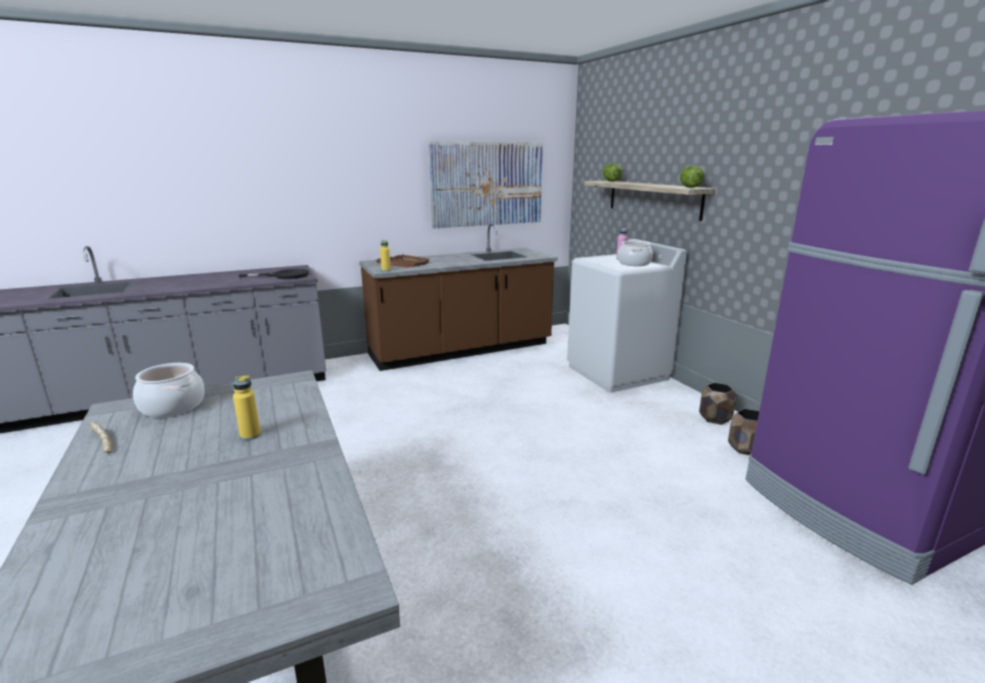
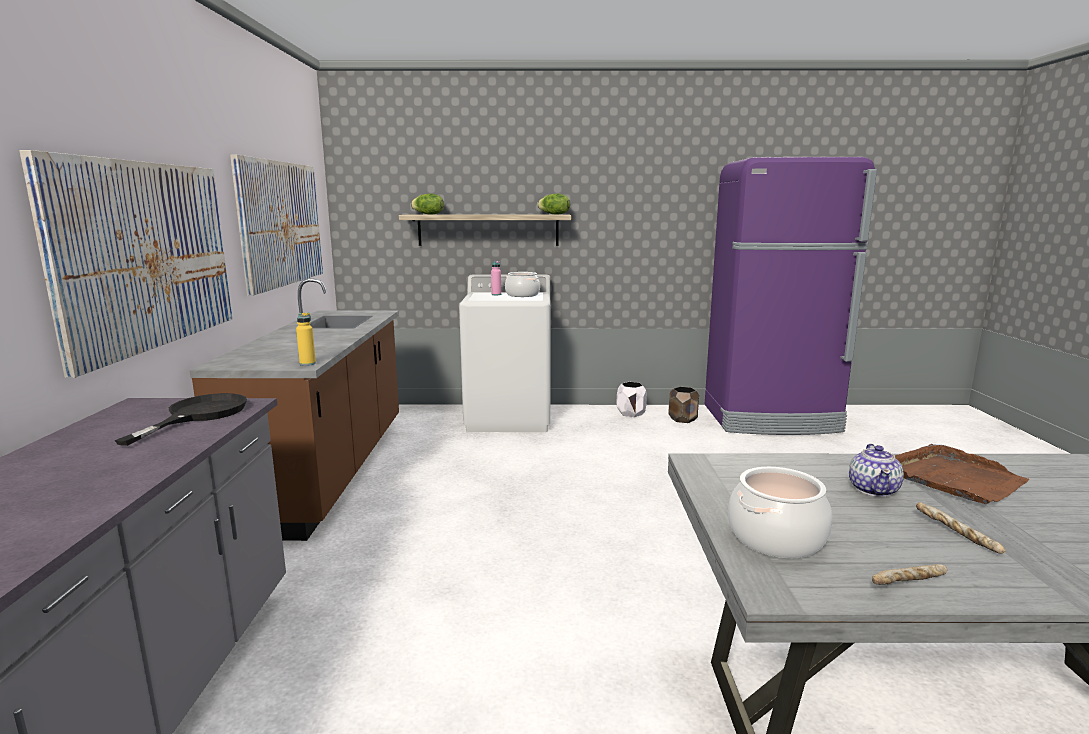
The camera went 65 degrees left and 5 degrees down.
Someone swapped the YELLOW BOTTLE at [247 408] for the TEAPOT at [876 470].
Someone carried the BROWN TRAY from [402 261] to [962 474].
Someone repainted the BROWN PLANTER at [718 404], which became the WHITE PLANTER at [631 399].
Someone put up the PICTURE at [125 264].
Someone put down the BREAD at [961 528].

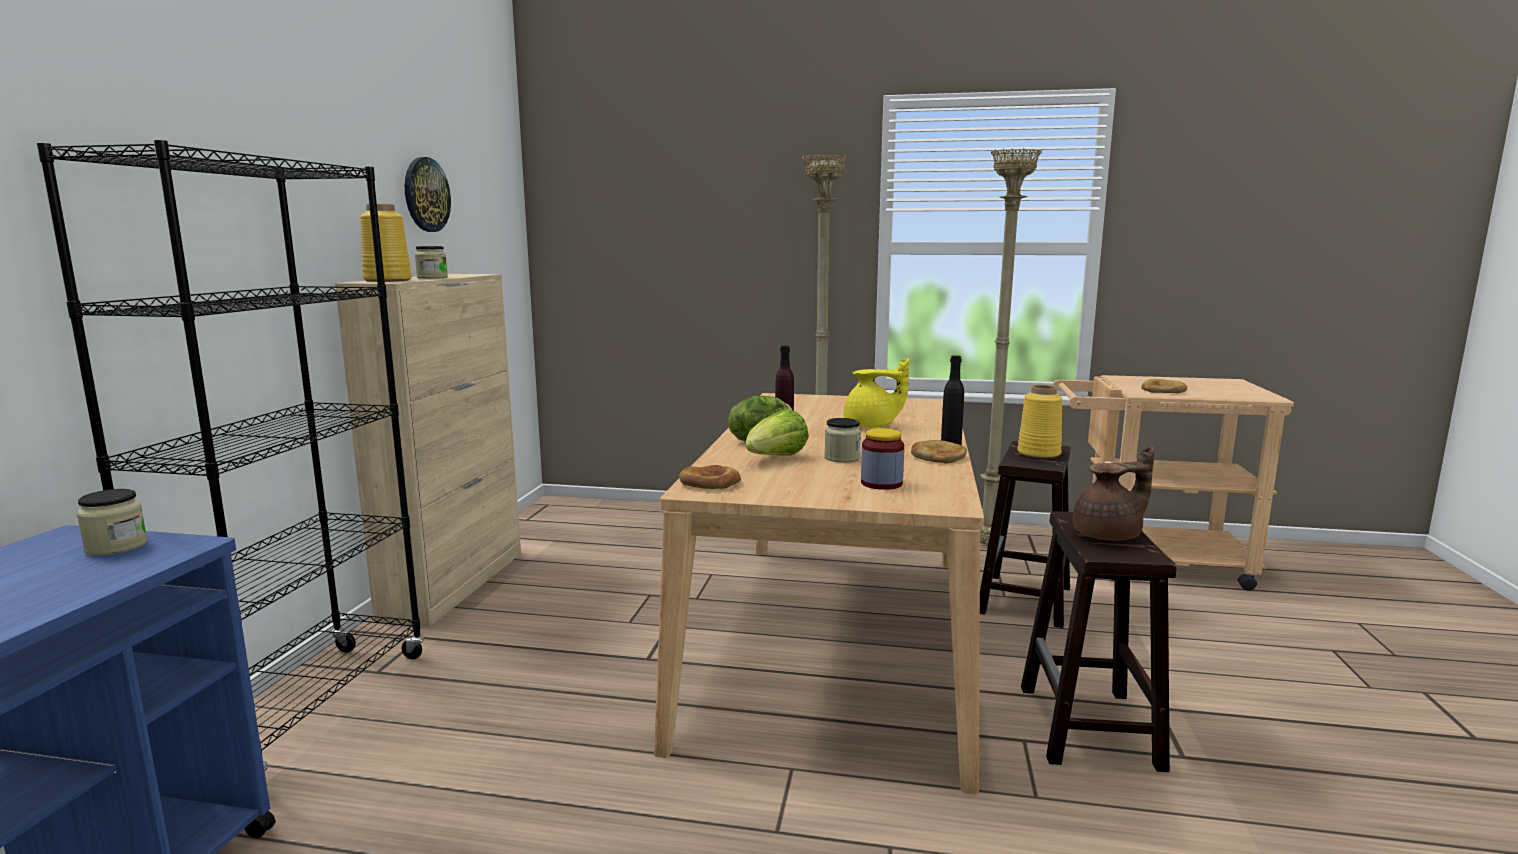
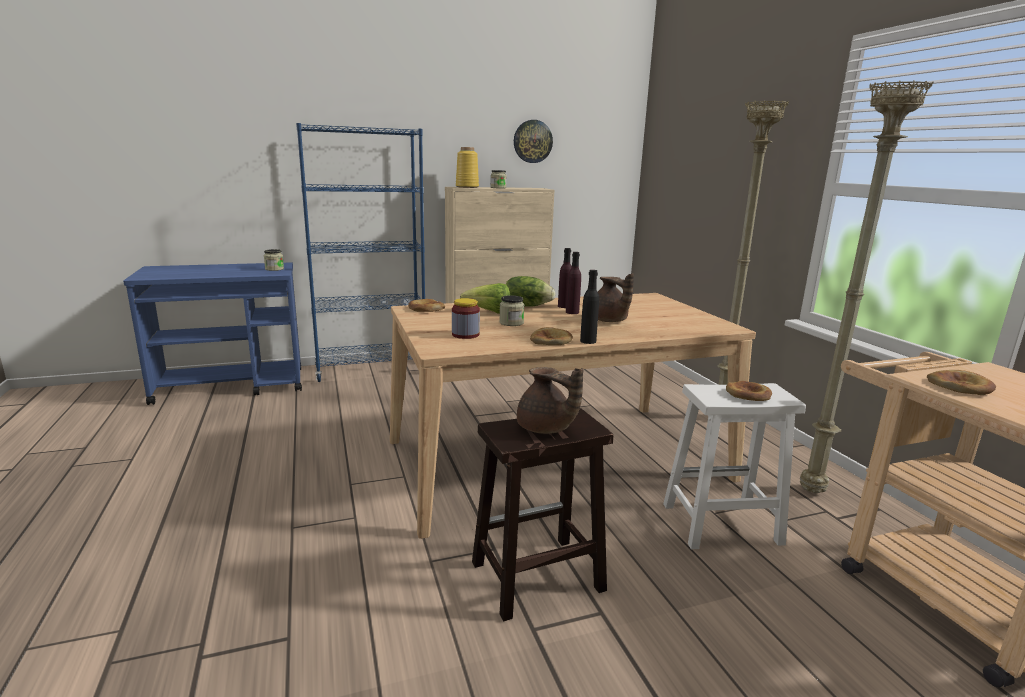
The camera went 60 degrees right and 5 degrees up.
Someone repainted the BLACK BOOKCASE at [230 455], which became the BLUE BOOKCASE at [360 252].
Someone repainted the YELLOW TEAPOT at [876 393], which became the BROWN TEAPOT at [616 297].
Someone repainted the BROWN STOOL at [1025 534], which became the WHITE STOOL at [734 466].
Someone swapped the YELLOW VASE at [1040 421] for the BREAD at [749 391].
Someone put down the PURPLE BOTTLE at [573 283].

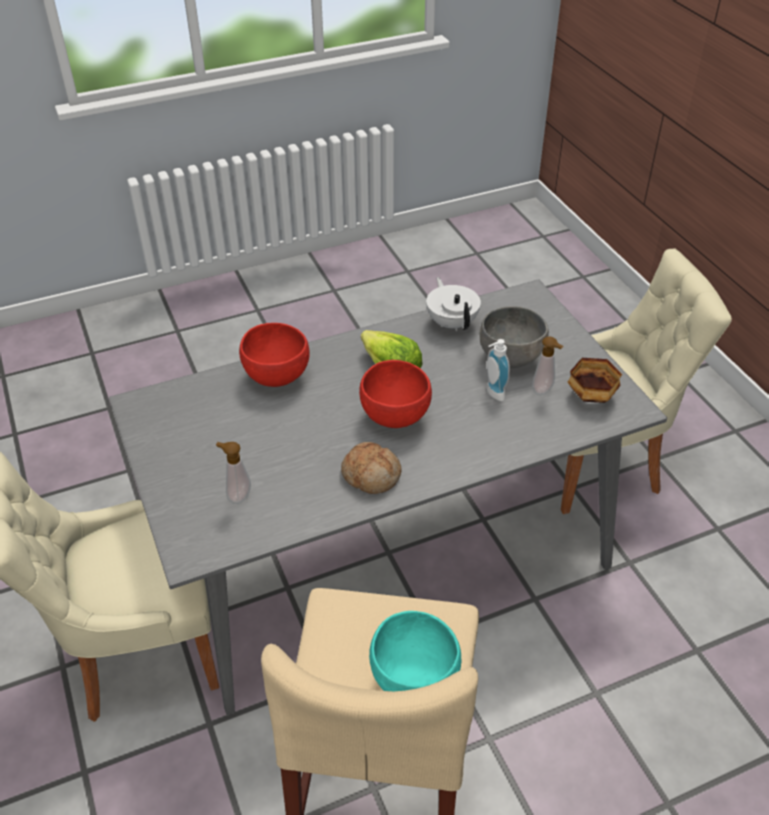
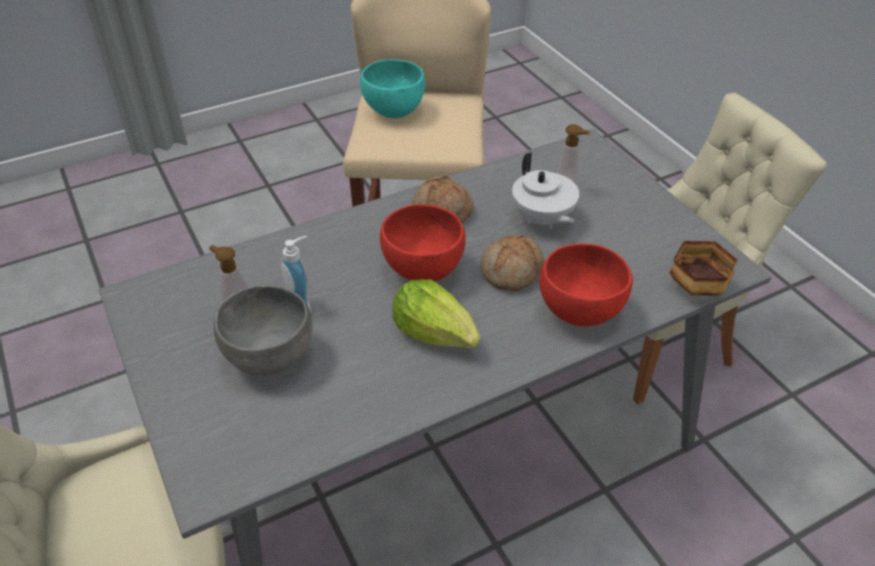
The camera went 175 degrees right and 0 degrees up.
Someone carried the WHITE TEAPOT from [453 304] to [545 190].
Someone carried the BOWL from [595 380] to [703 268].
Someone put down the BREAD at [512 263].

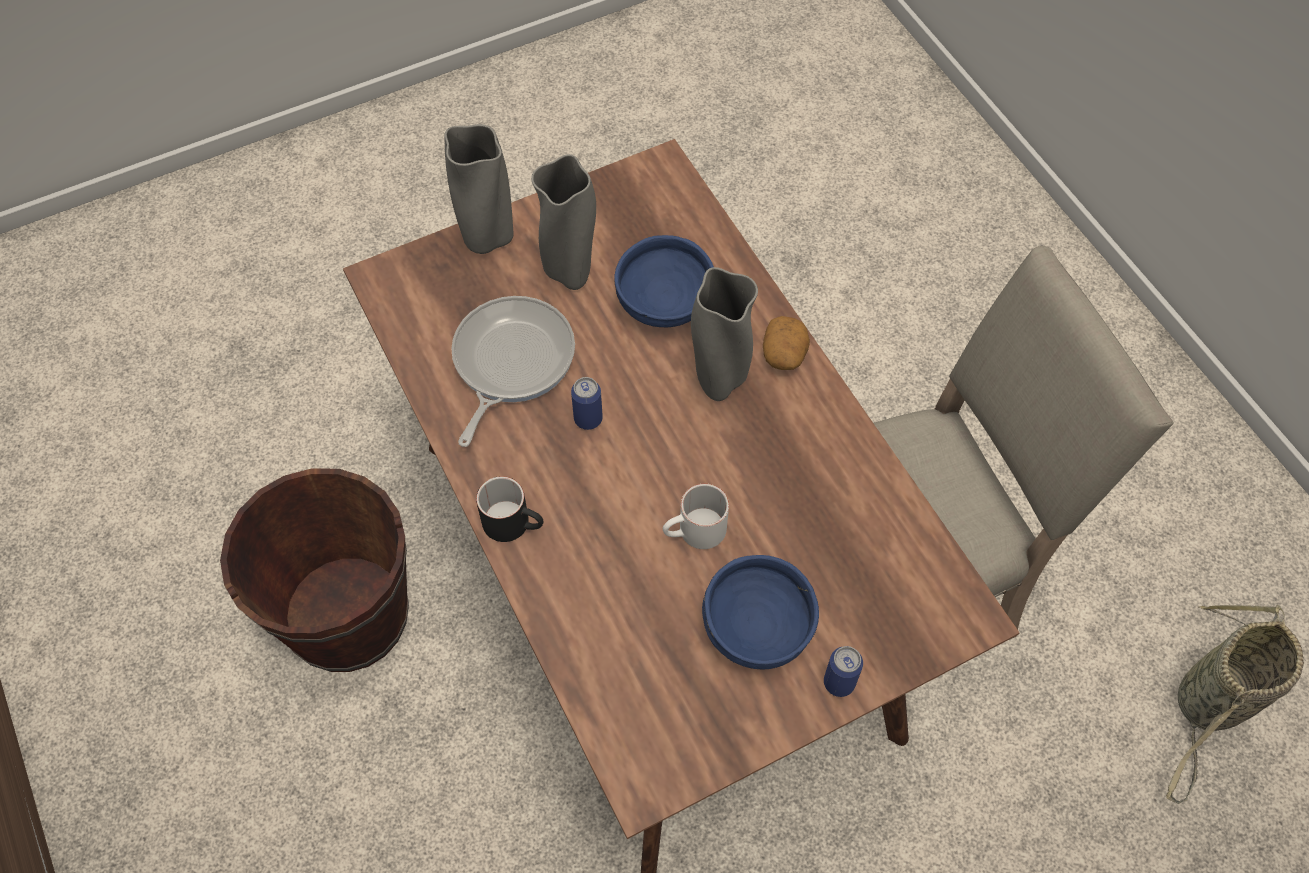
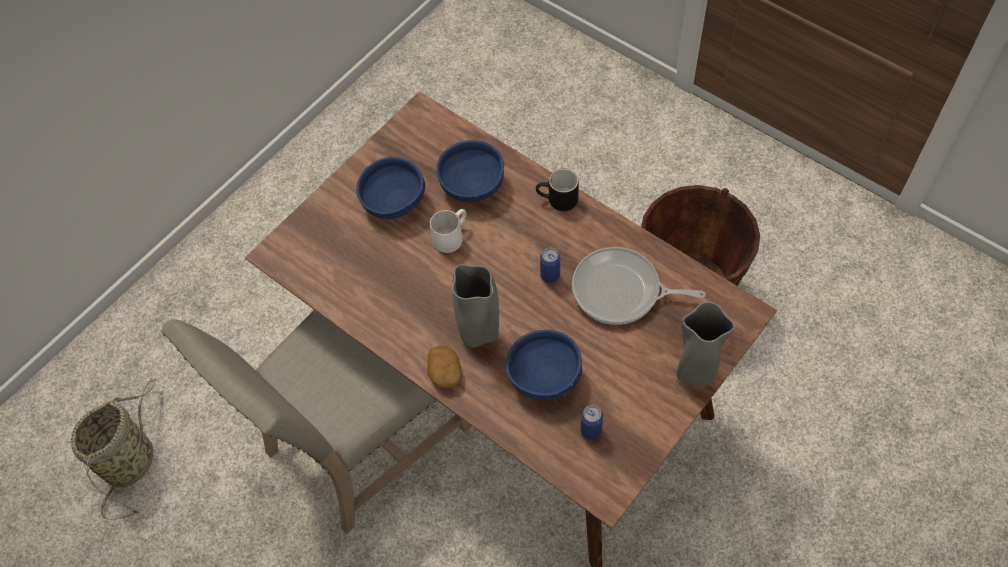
The camera went 160 degrees right and 0 degrees up.
Someone rotated the FRYING PAN at [513 371] by 105 degrees clockwise.
Someone took away the GREY VASE at [563 222].
Someone carried the CAN from [843 671] to [592 422].
Someone put down the BLUE BOWL at [470 171].

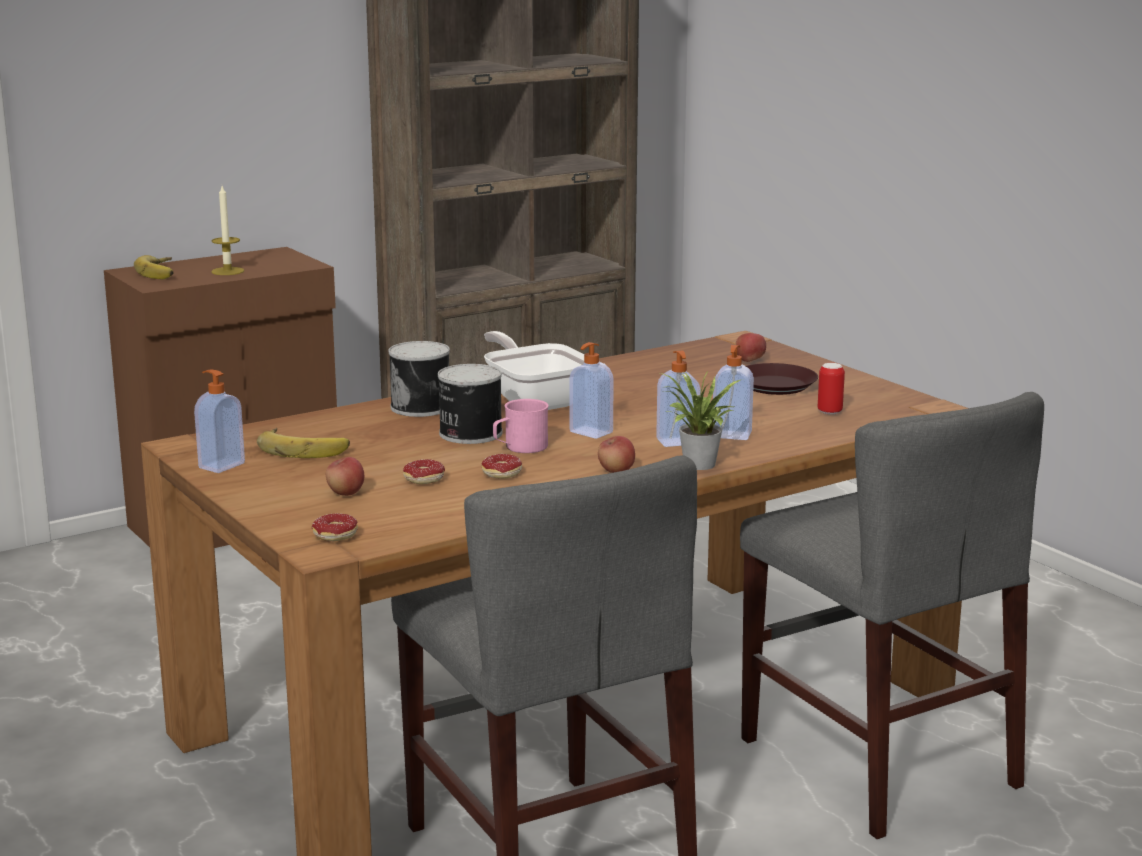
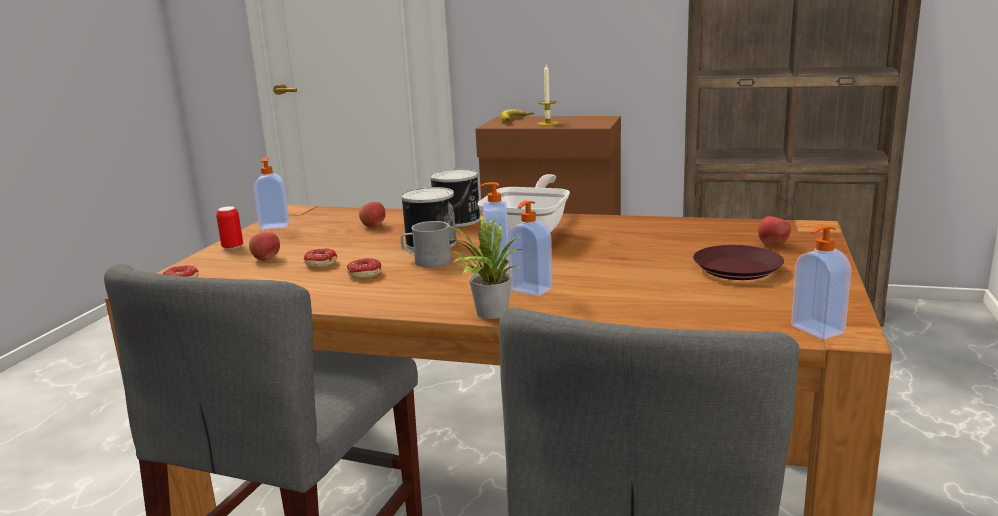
The camera went 50 degrees right and 0 degrees up.
Someone took away the BANANA at [303 443].
Someone repainted the PINK MUG at [521 426], which became the GREY MUG at [426 244].
Someone carried the APPLE from [616 454] to [372 215].
Someone carried the SOAP DISPENSER from [733 392] to [821 282].
Someone carried the CAN from [831 389] to [229 228].

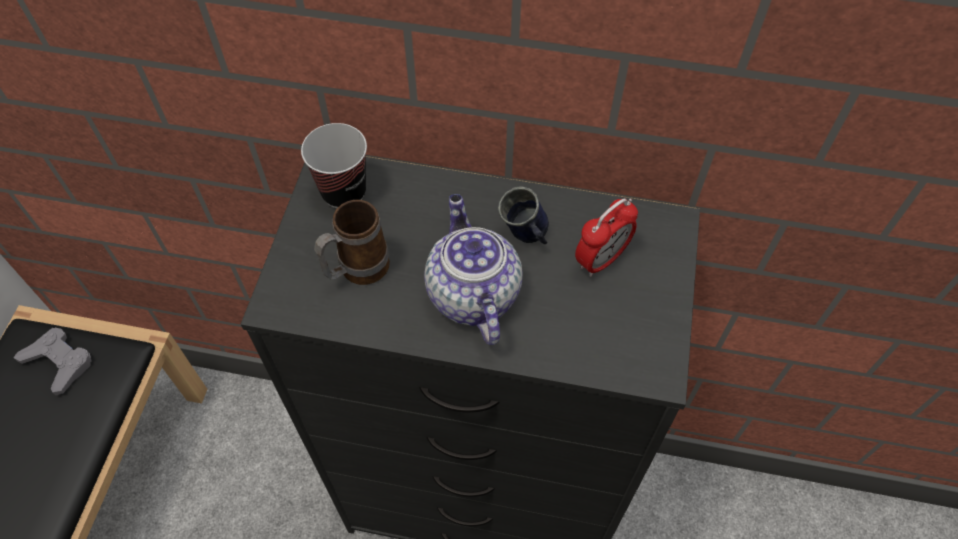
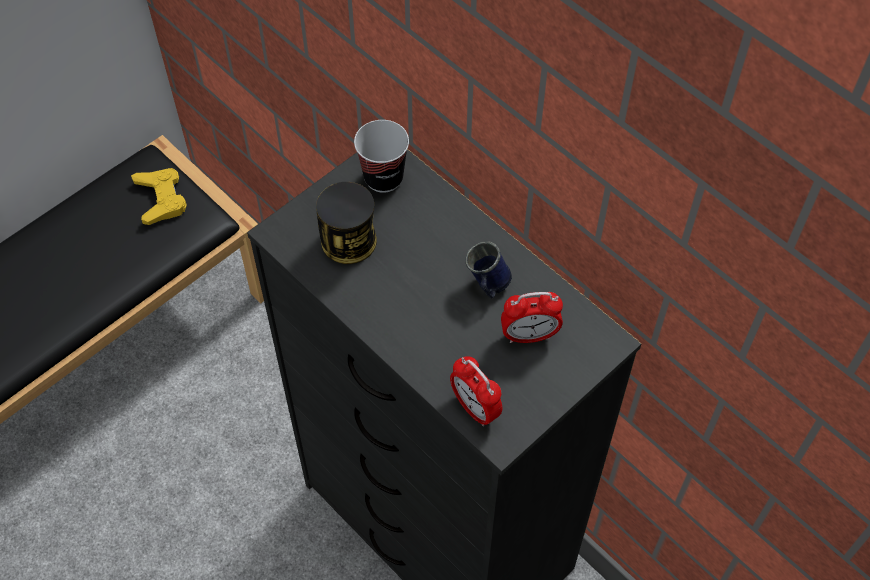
The camera went 35 degrees right and 0 degrees up.
Someone repainted the GREY GAME CONTROLLER at [52 361], which became the YELLOW GAME CONTROLLER at [159 196].
Someone swapped the MUG at [352 242] for the CAN at [346 223].
Someone took away the TEAPOT at [473 269].
Someone put down the ALARM CLOCK at [476 391].

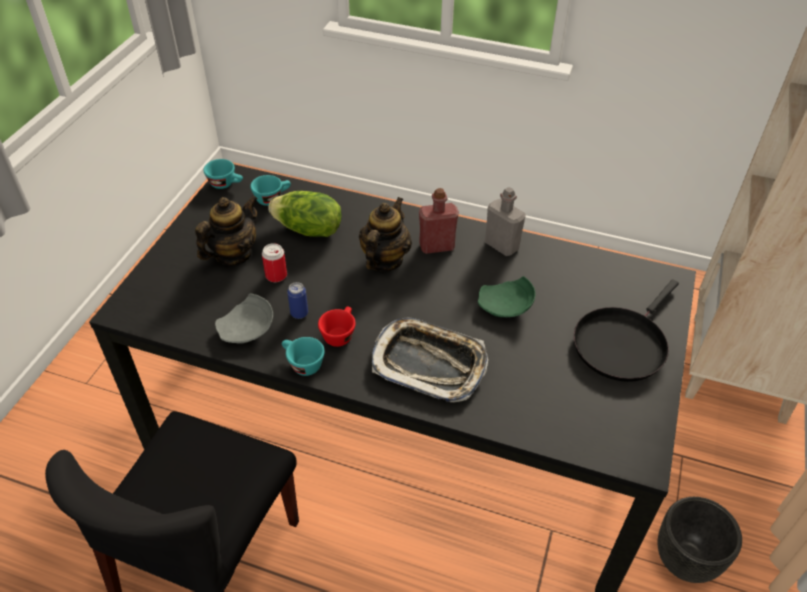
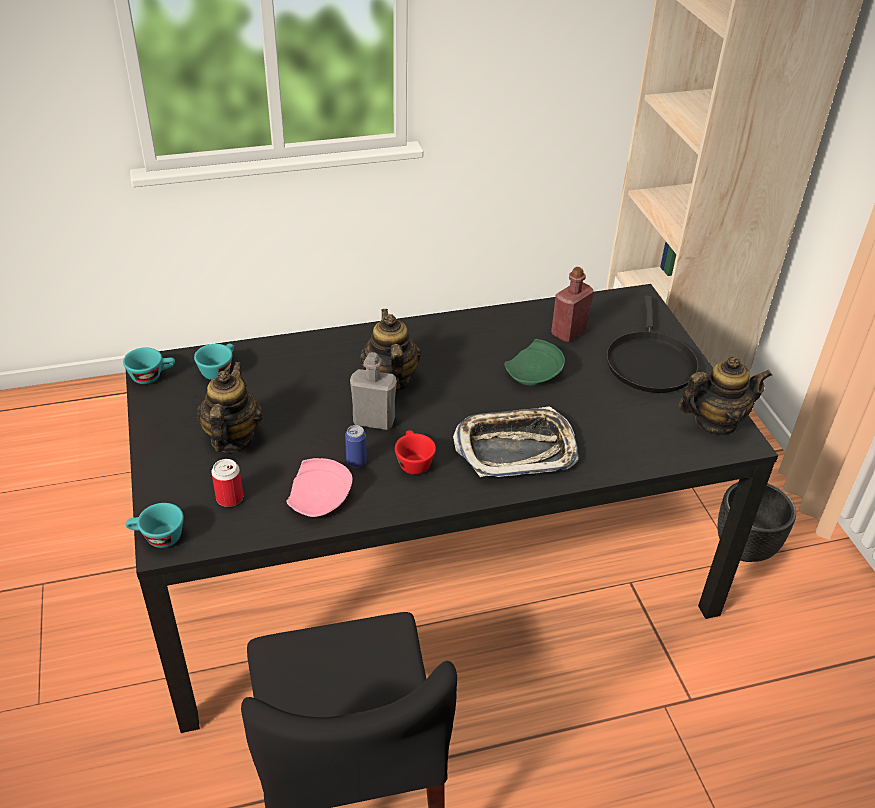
The camera went 35 degrees left and 5 degrees down.
Someone repainted the GREY PLATE at [244 319], which became the PINK PLATE at [319 487].
Someone carried the CAN from [274 262] to [227 483].
Someone took away the LETTUCE at [305 214].
Someone carried the TURQUOISE CUP from [303 356] to [155 525].
Someone carried the RED BOTTLE from [439 221] to [572 304].
Someone carried the GREY BOTTLE from [505 221] to [373 391].
Someone put down the TEAPOT at [725 395].

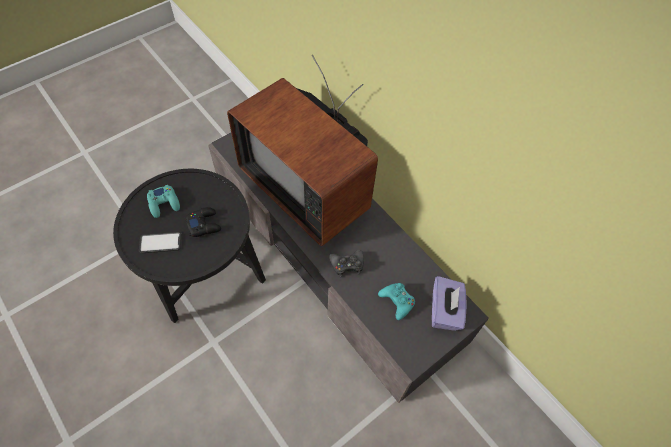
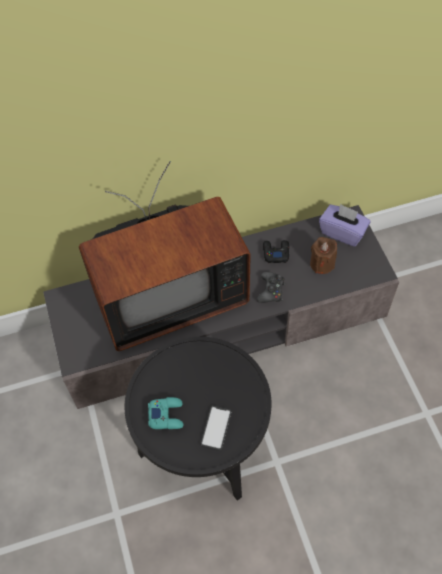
The camera went 65 degrees left and 0 degrees up.
Someone carried the BLACK GAME CONTROLLER from [203 222] to [276 251].
Someone swapped the TURQUOISE GAME CONTROLLER at [396 301] for the BROWN CANDLE at [323 255].

